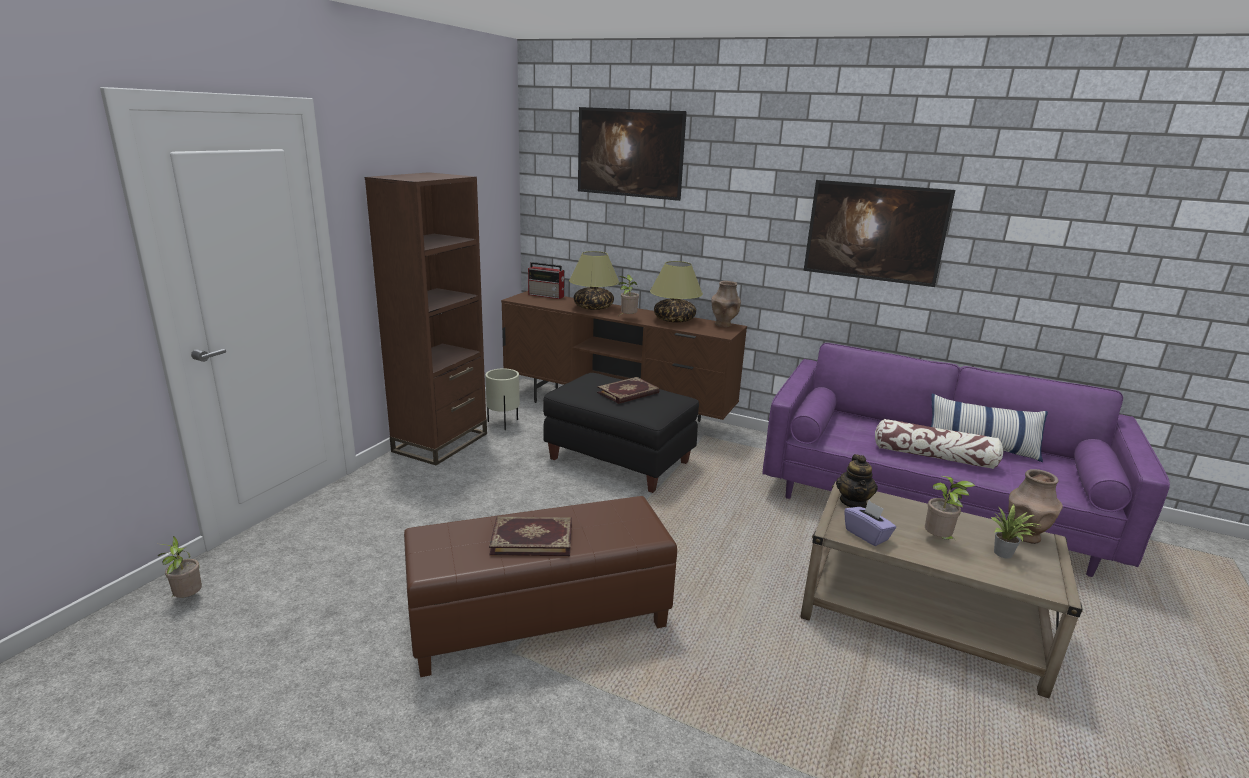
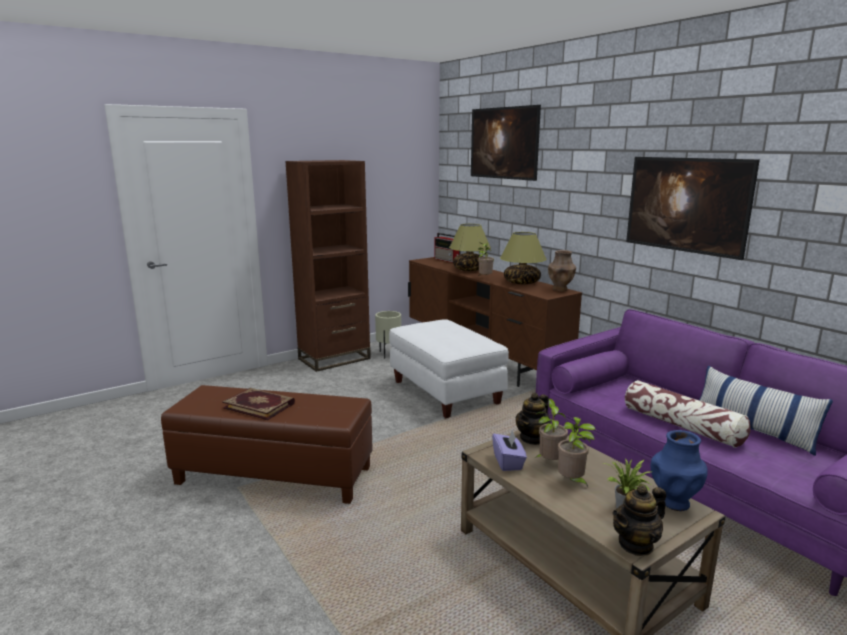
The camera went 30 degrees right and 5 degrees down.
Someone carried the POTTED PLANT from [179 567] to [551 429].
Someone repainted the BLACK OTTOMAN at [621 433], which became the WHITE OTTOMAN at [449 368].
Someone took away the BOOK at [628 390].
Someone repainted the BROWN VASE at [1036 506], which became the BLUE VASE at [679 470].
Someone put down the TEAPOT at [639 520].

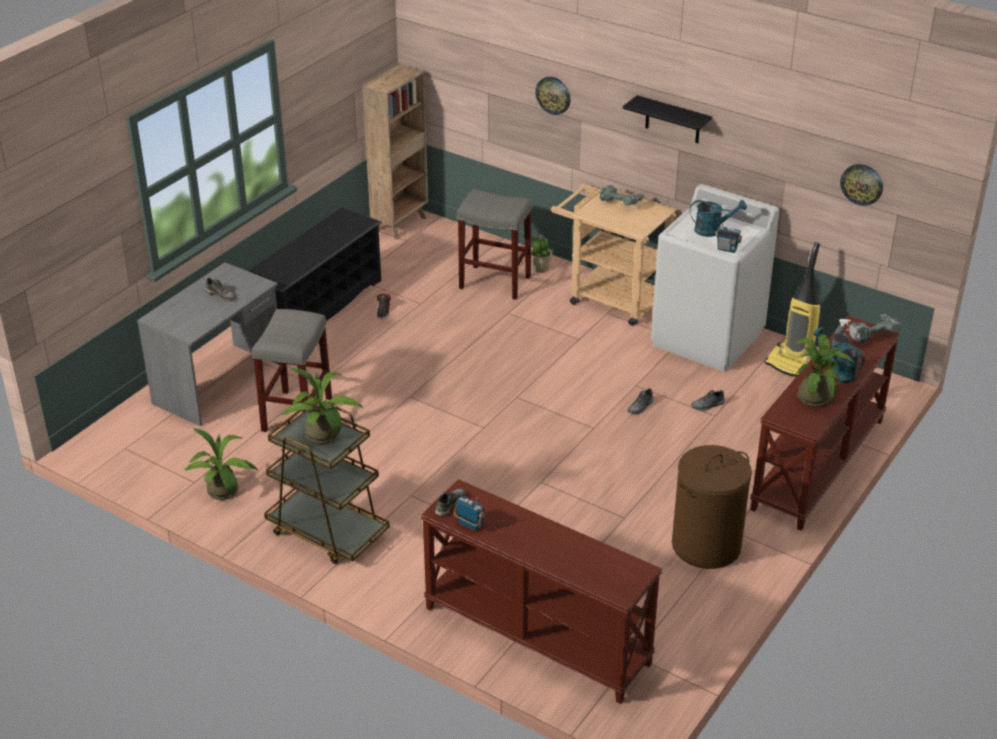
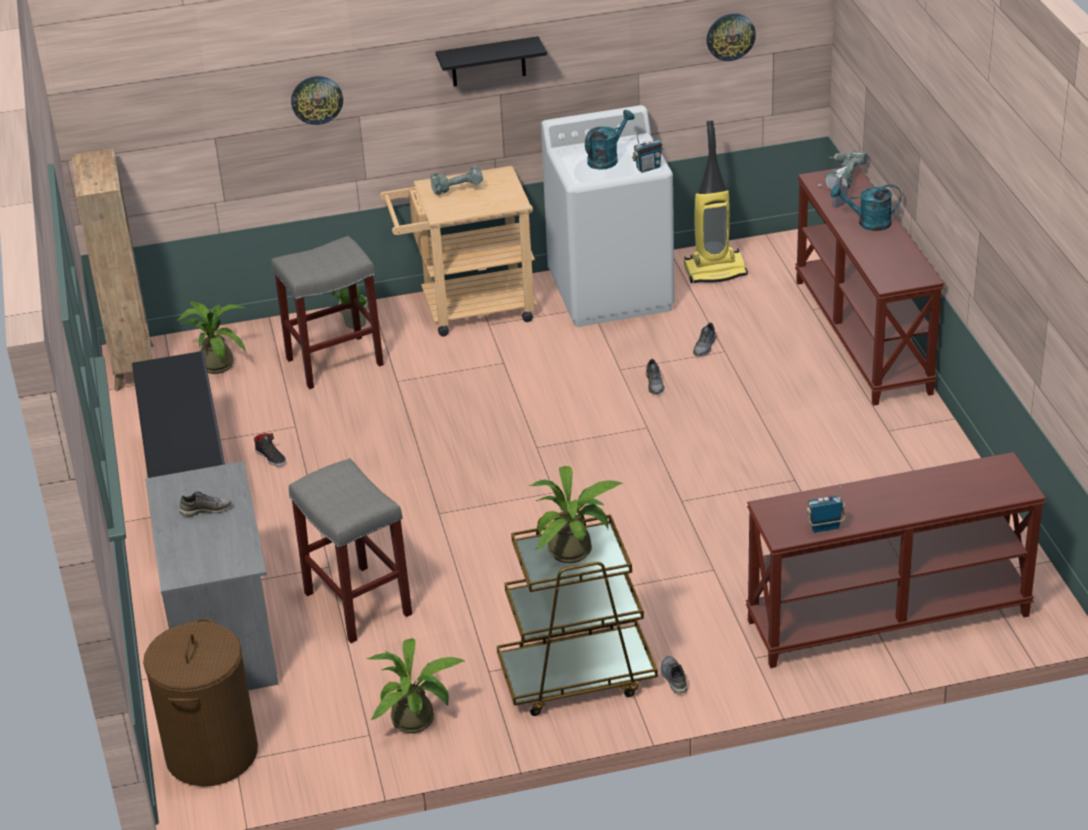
The camera went 45 degrees left and 0 degrees up.
Someone carried the GREY SHOE from [450 502] to [674 675].
Someone carried the BROWN LAUNDRY BASKET from [712 507] to [200 702].
Someone carried the POTTED PLANT from [823 370] to [211 337].

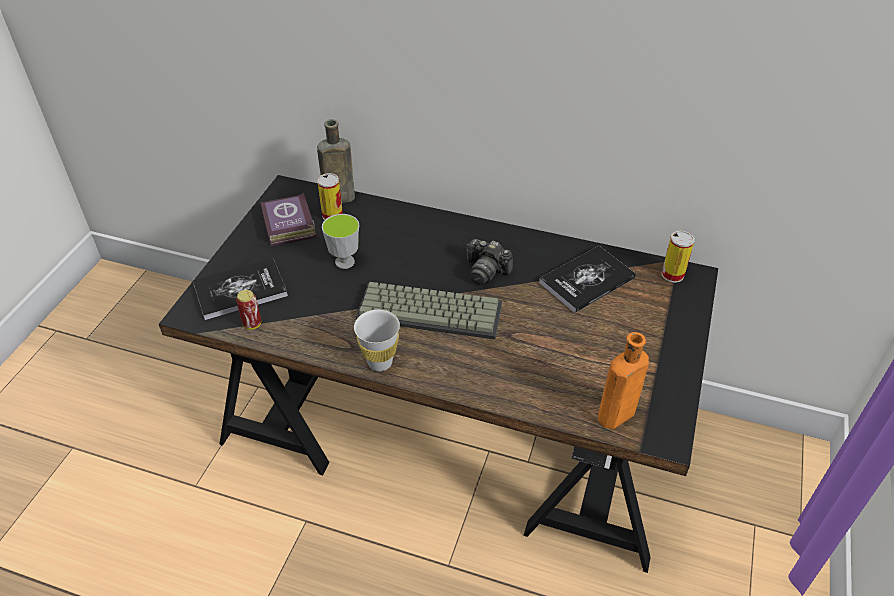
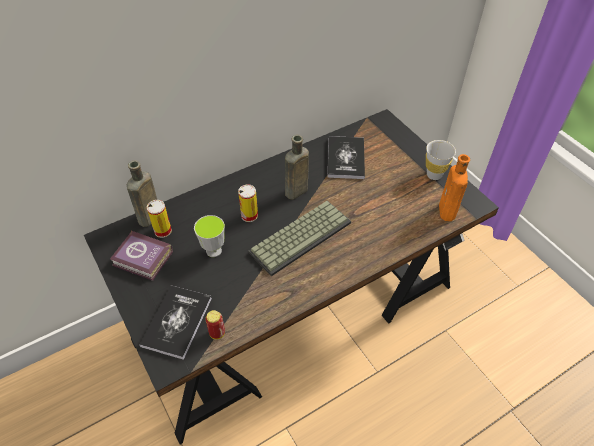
The camera went 50 degrees left and 5 degrees up.
Someone carried the WHITE CUP from [377 340] to [441 160].
Someone swapped the PHOTO CAMERA at [490 262] for the BROWN BOTTLE at [297 167].
Someone carried the CAN from [678 257] to [248 203].

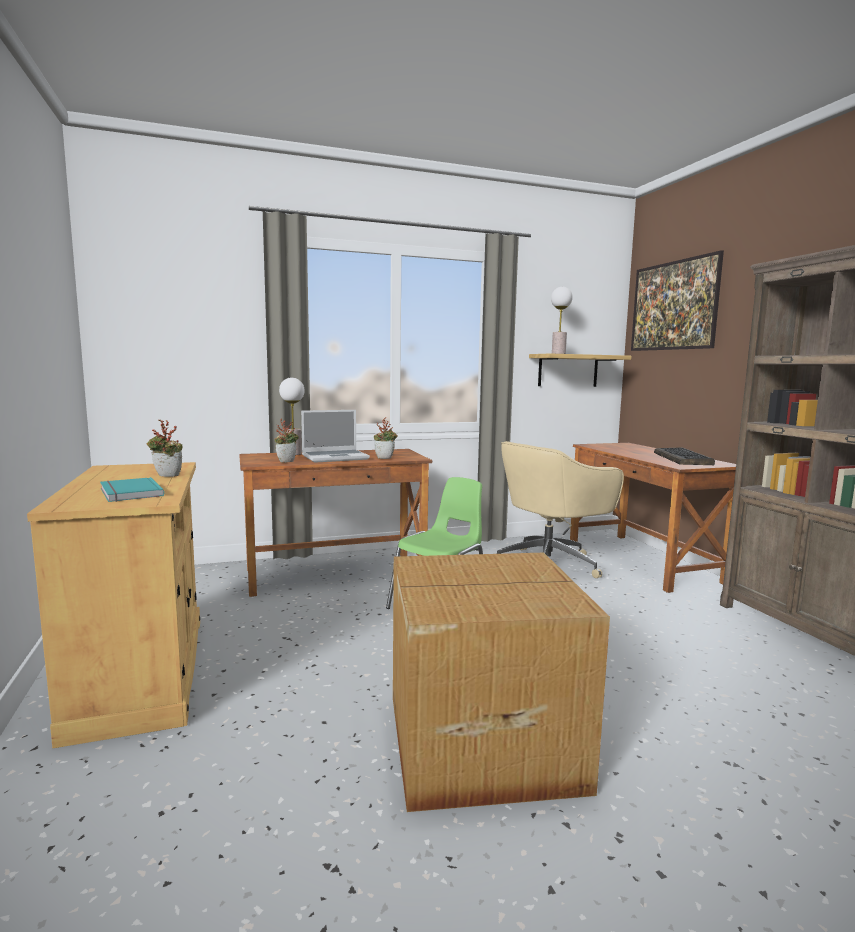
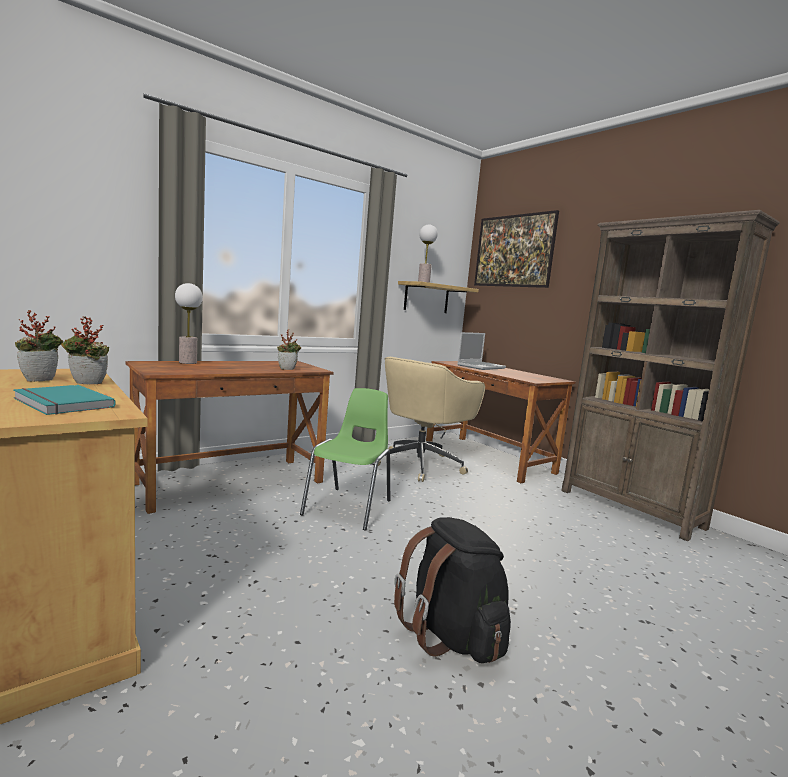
The camera went 20 degrees left and 0 degrees up.
Someone carried the POTTED PLANT from [286 441] to [39 346].
Someone carried the LAPTOP from [335 436] to [481 351].
Someone swapped the CARDBOARD BOX at [501 682] for the BLACK BACKPACK at [452 590].
Someone took away the KEYBOARD at [684 456].

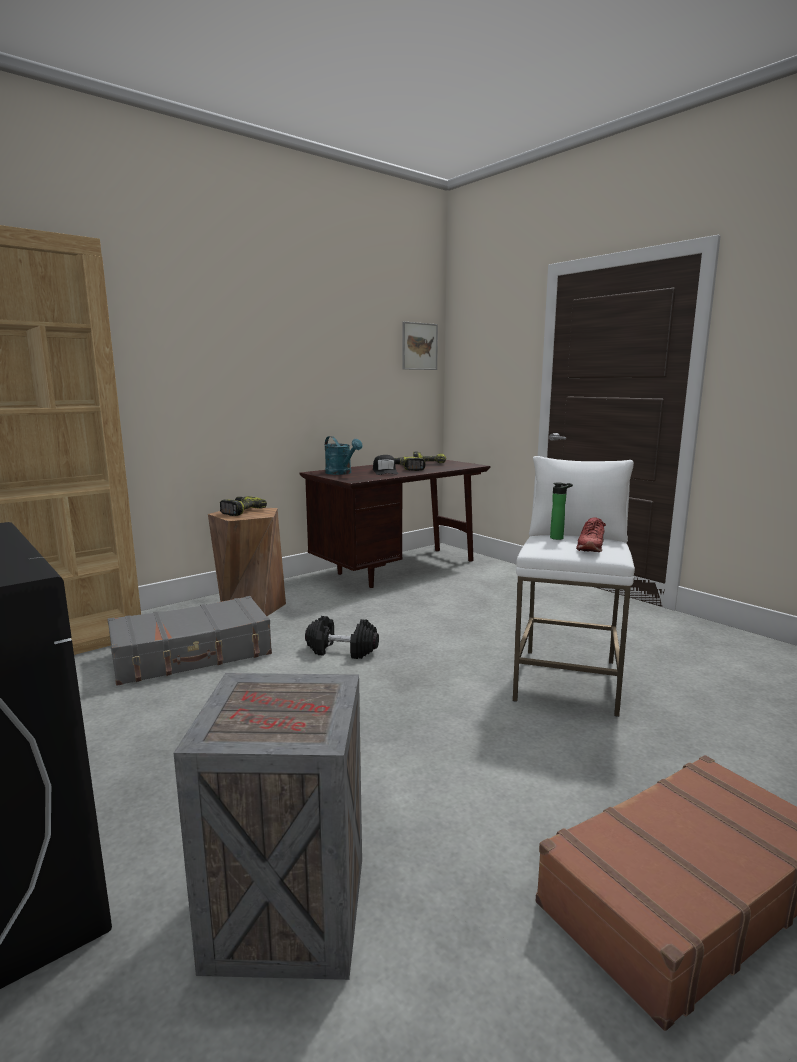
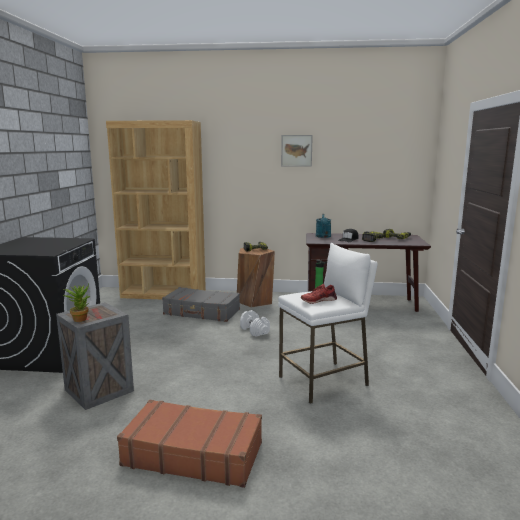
The camera went 45 degrees right and 0 degrees up.
Someone repainted the BLACK DUMBBELL at [342 637], which became the WHITE DUMBBELL at [255 323].
Someone carried the PICTURE from [420 346] to [297 151].
Someone put down the POTTED PLANT at [76 302].

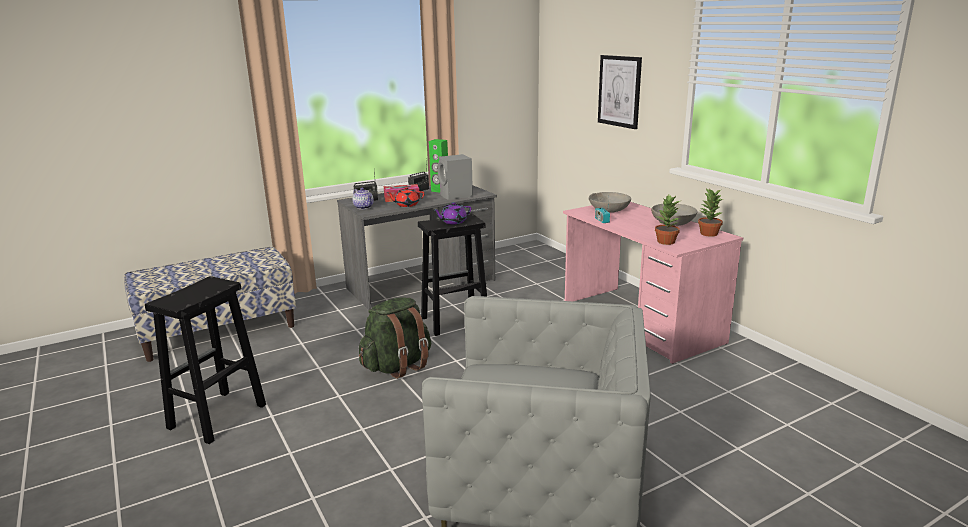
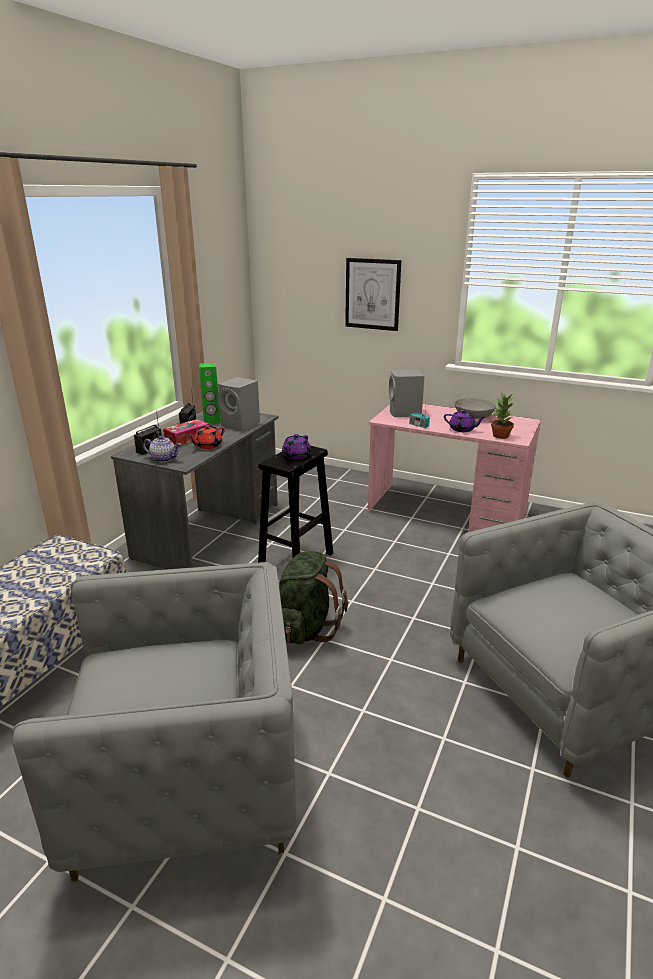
The camera went 35 degrees left and 5 degrees up.
Someone swapped the BLACK STOOL at [205 360] for the GREY ARMCHAIR at [154 722].
Someone swapped the GREY BOWL at [610 202] for the GREY SPEAKER at [406 393].
Someone took away the POTTED PLANT at [710 213].
Someone put down the PURPLE TEAPOT at [465 421].

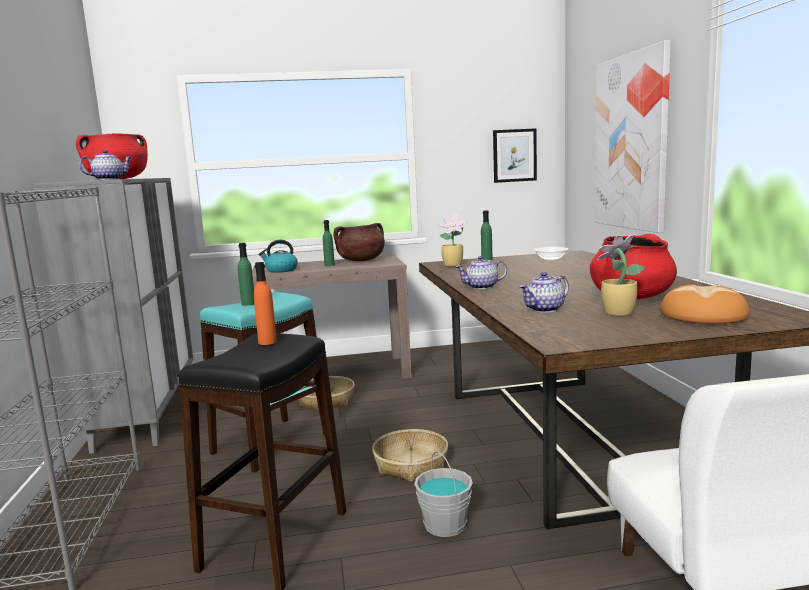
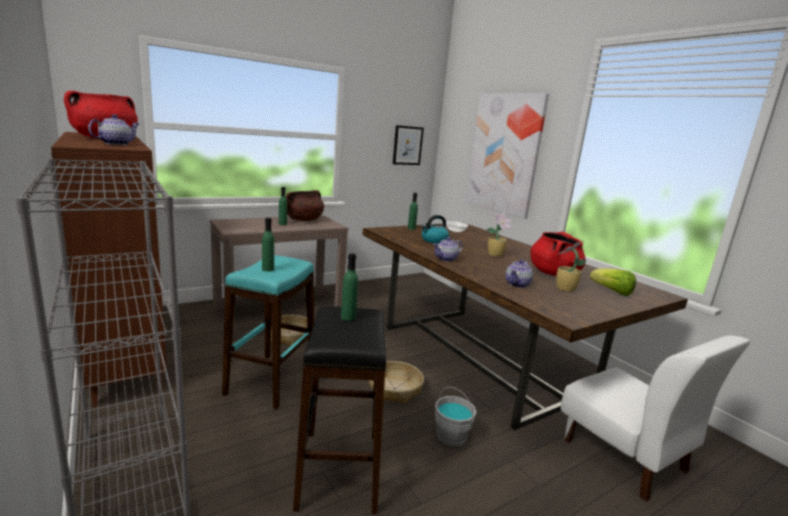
The camera went 25 degrees left and 5 degrees up.
Someone repainted the GREY CABINET at [113 316], which became the BROWN CABINET at [109 269].
Someone repainted the ORANGE BOTTLE at [265 303], which became the GREEN BOTTLE at [349 287].
Someone carried the KETTLE from [278 256] to [435 229].
Someone carried the POTTED PLANT from [452 240] to [499 234].
Someone swapped the BREAD at [705 304] for the LETTUCE at [613 282].

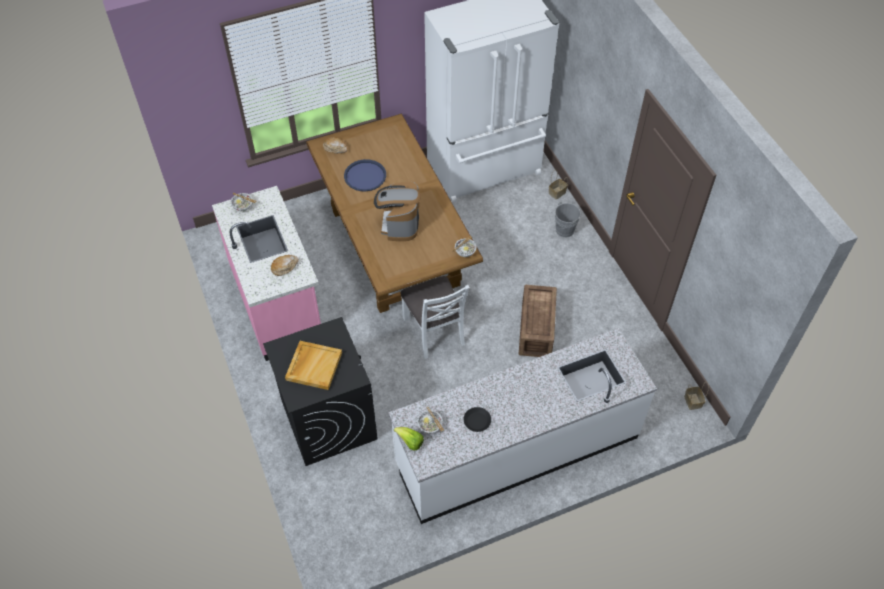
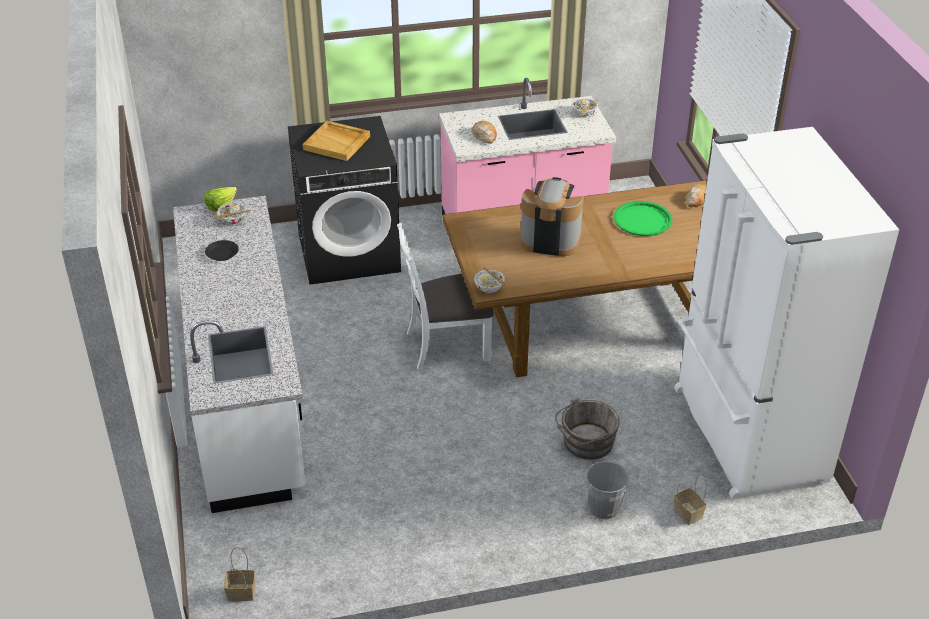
The camera went 100 degrees right and 15 degrees down.
Someone repainted the BLUE TRAY at [365 175], which became the GREEN TRAY at [642 218].
Someone took away the CRATE at [538 321].
Someone put down the GREY BUCKET at [587 429].

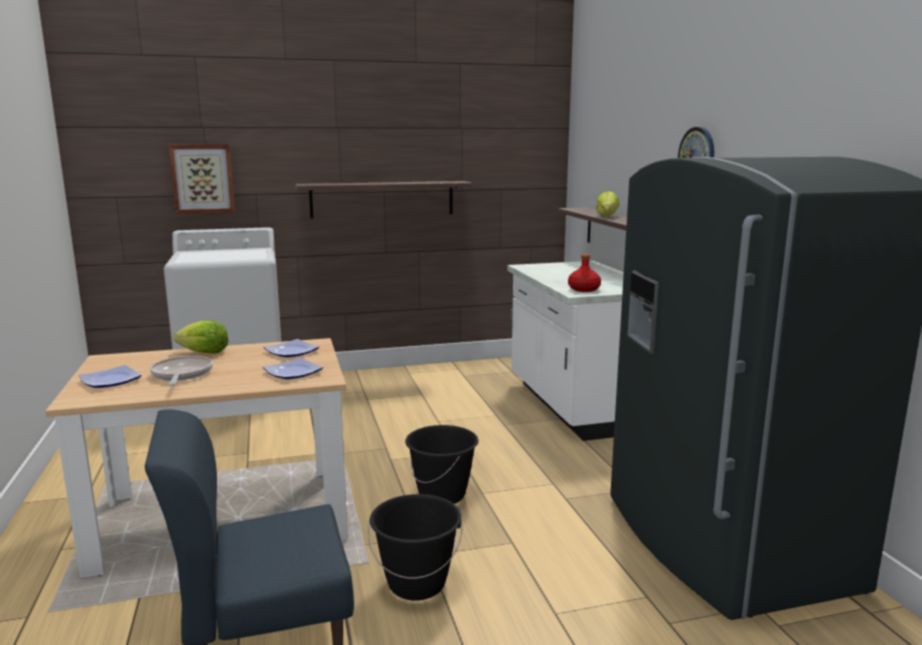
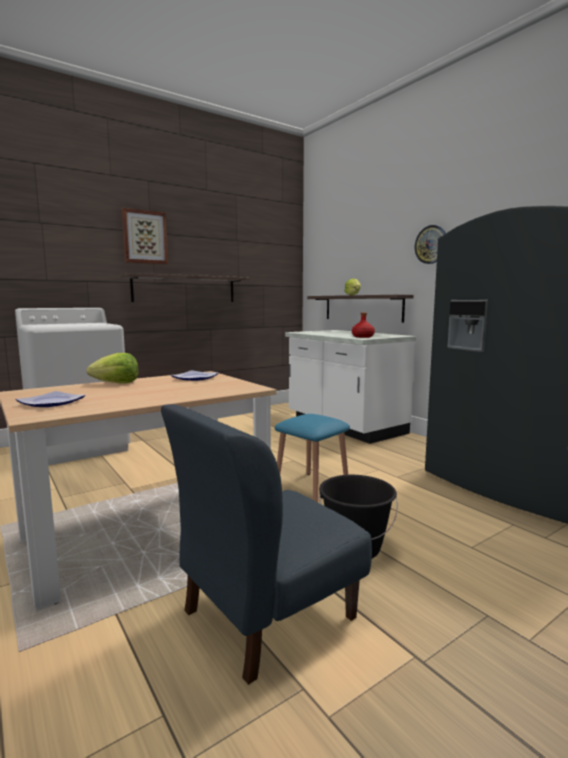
The camera went 20 degrees left and 5 degrees down.
Someone took away the FRYING PAN at [181 371].
Someone carried the PICTURE from [201 179] to [145 236].
Someone took away the PLATE at [293 368].
Someone swapped the BLACK BUCKET at [441 464] for the BLUE STOOL at [312 458].

